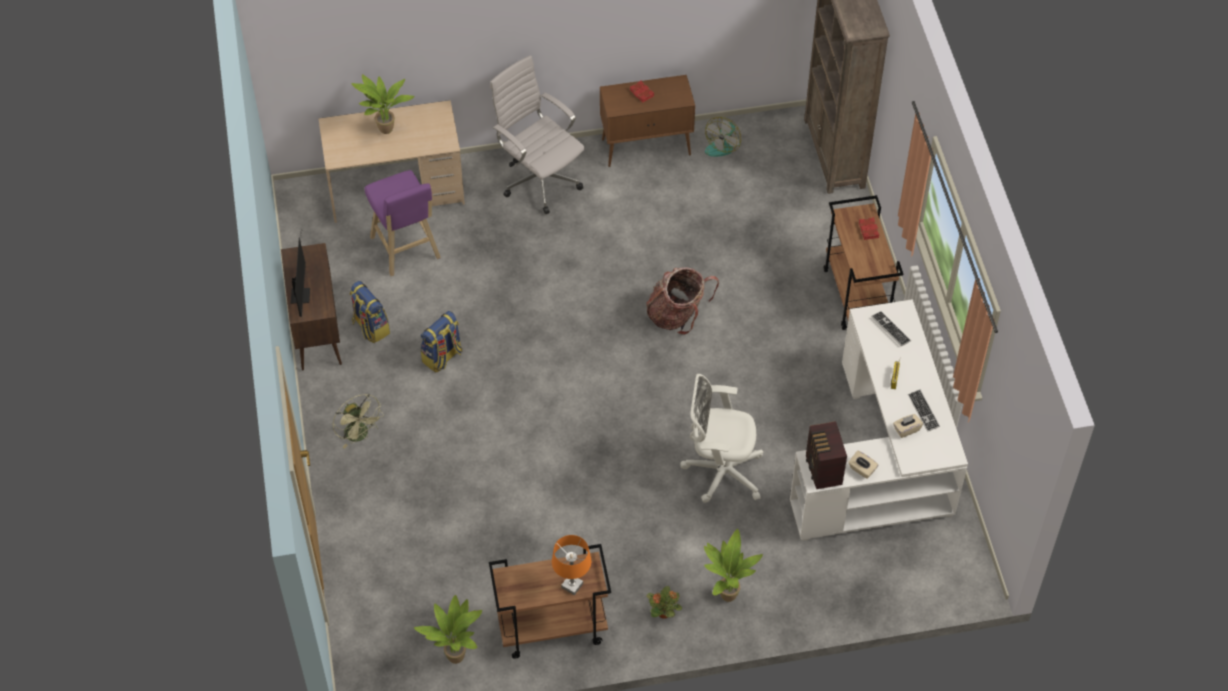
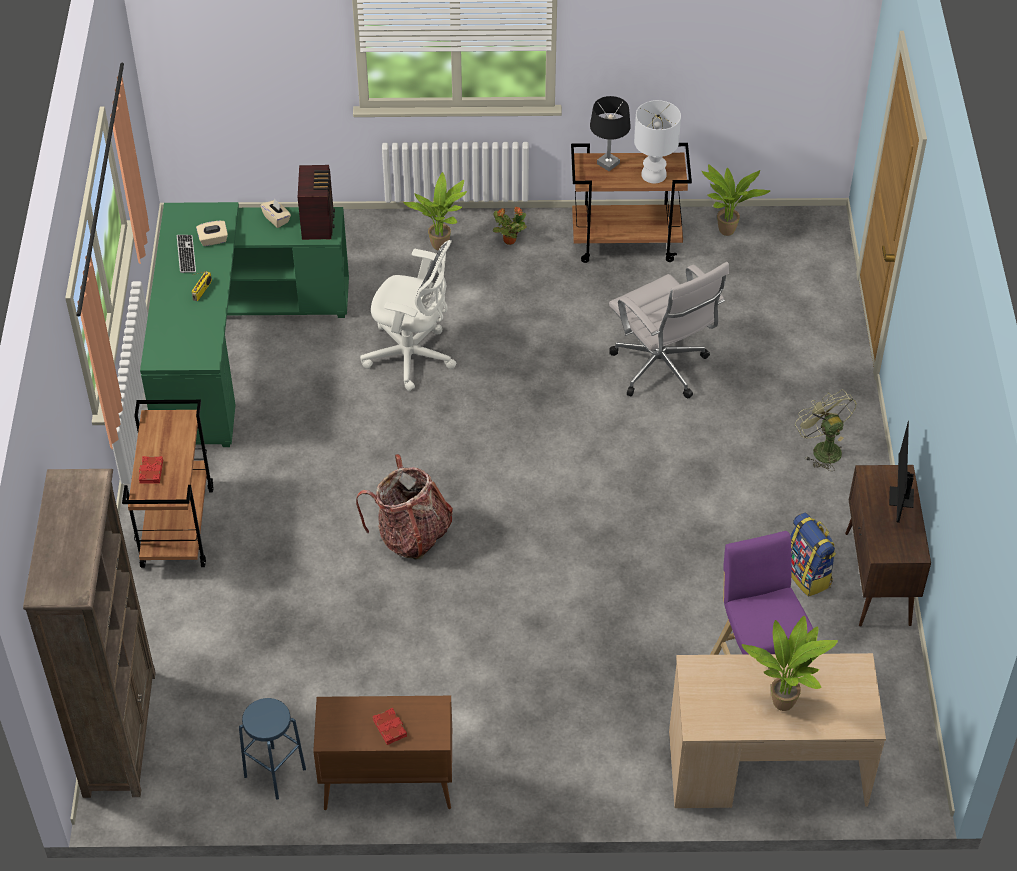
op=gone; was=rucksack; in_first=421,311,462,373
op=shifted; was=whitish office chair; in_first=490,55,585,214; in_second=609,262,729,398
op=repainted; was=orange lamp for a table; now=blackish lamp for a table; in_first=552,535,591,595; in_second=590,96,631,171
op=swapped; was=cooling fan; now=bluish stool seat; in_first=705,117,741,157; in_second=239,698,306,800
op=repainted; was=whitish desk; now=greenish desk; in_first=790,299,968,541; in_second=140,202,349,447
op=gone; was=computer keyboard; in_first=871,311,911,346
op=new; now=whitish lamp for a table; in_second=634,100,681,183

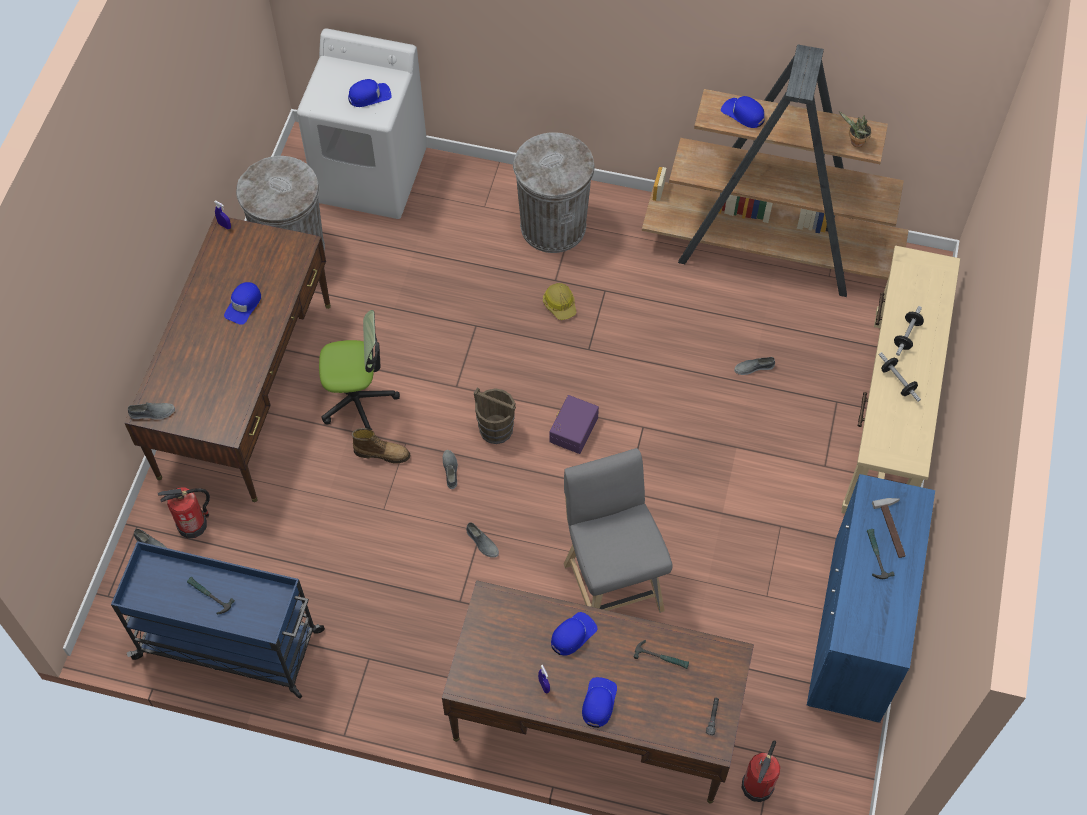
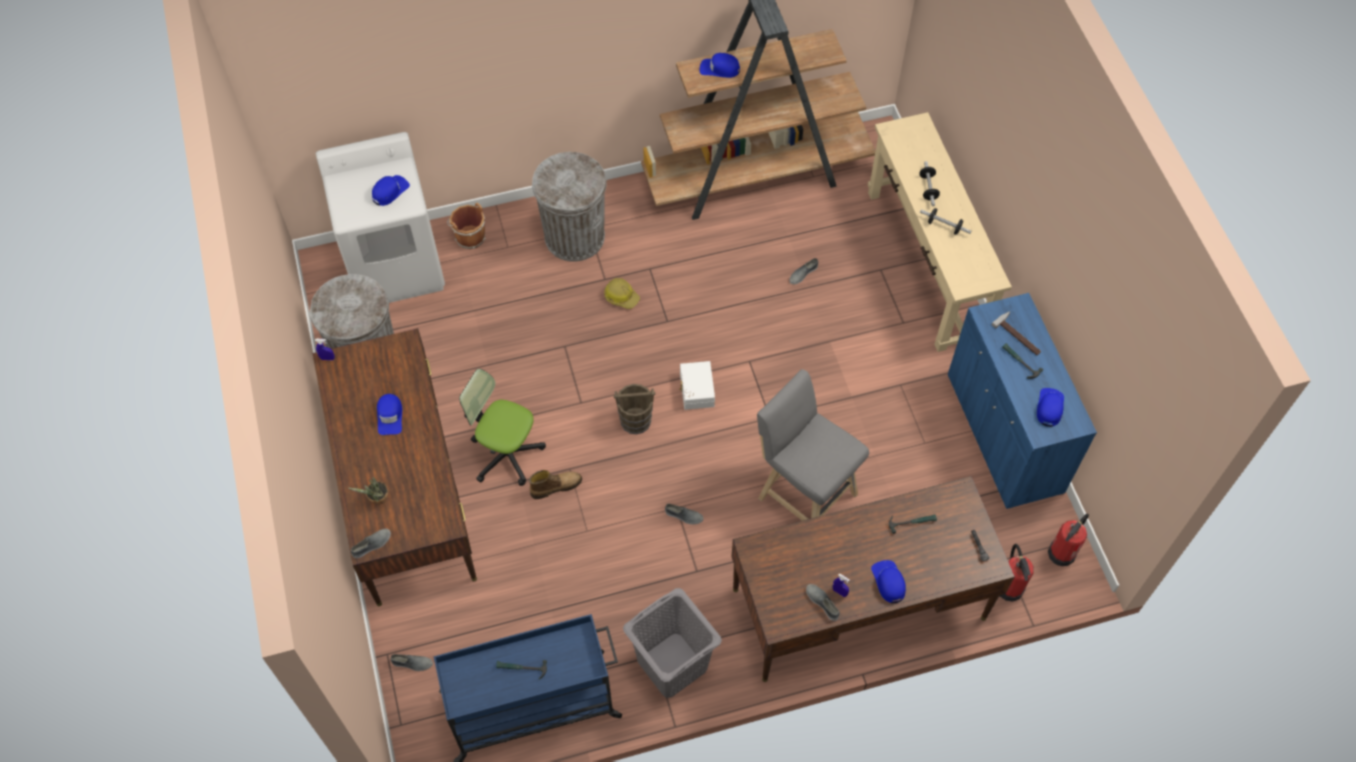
op=shifted; was=extinguisher; in_first=158,487,210,538; in_second=1048,514,1089,566
op=rotated; was=office chair; in_first=319,310,400,430; in_second=459,369,546,486; clockwise=-120
op=shifted; was=greyish item of footwear; in_first=443,450,458,489; in_second=806,584,840,621
op=repainted; was=purple storage bin; now=whitish storage bin; in_first=550,395,599,454; in_second=679,361,715,410
op=shifted; was=bluish baseball cap; in_first=551,612,597,655; in_second=1037,388,1064,427
op=shifted; was=potted plant; in_first=839,111,872,147; in_second=348,477,388,504
op=new; now=brown water bucket; in_second=447,203,486,249
op=new; now=greyish laundry basket; in_second=623,588,722,698

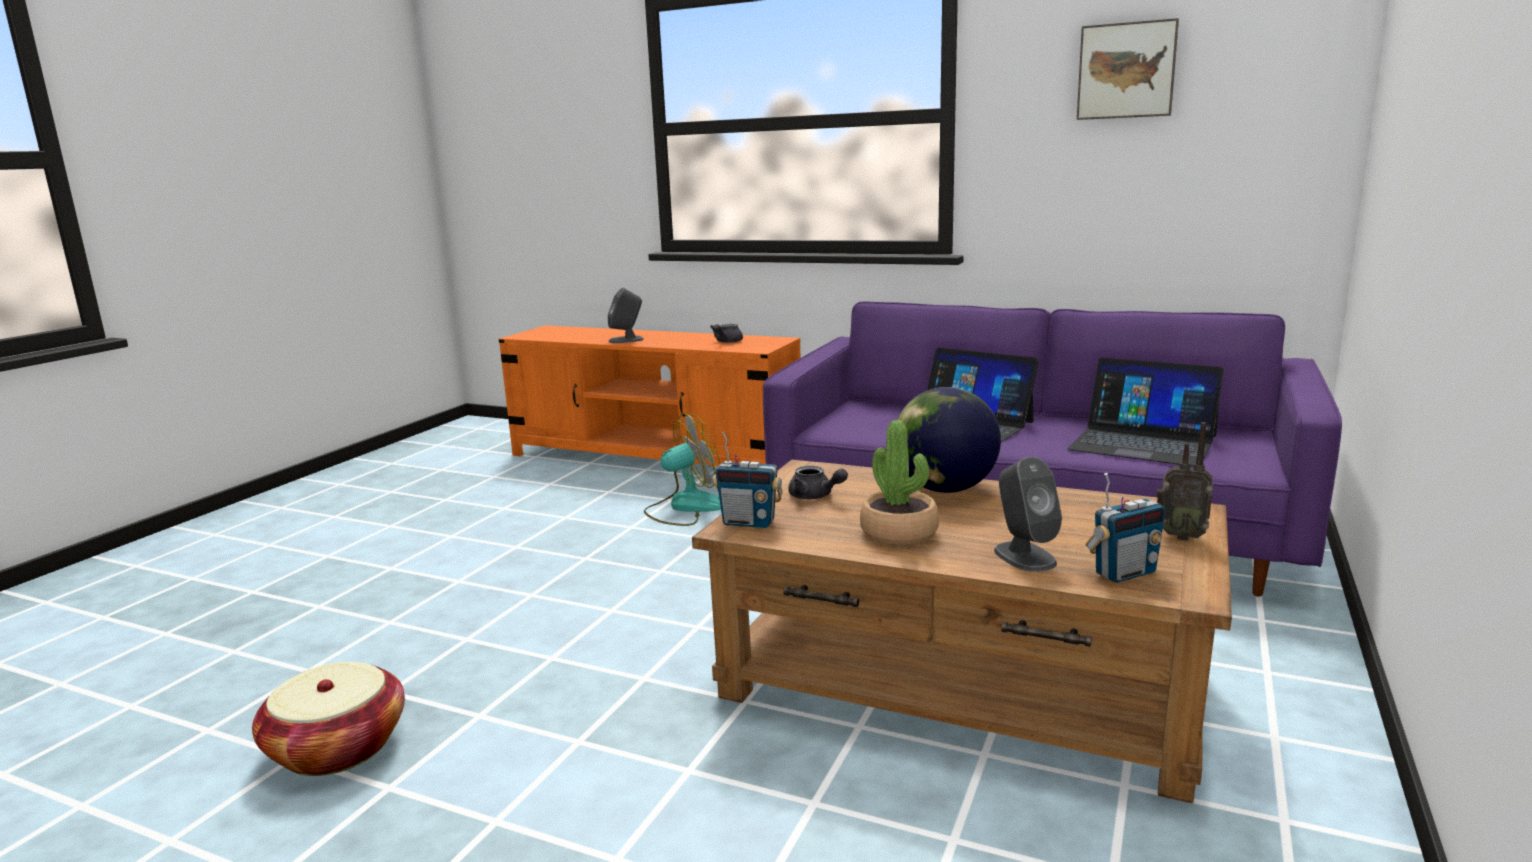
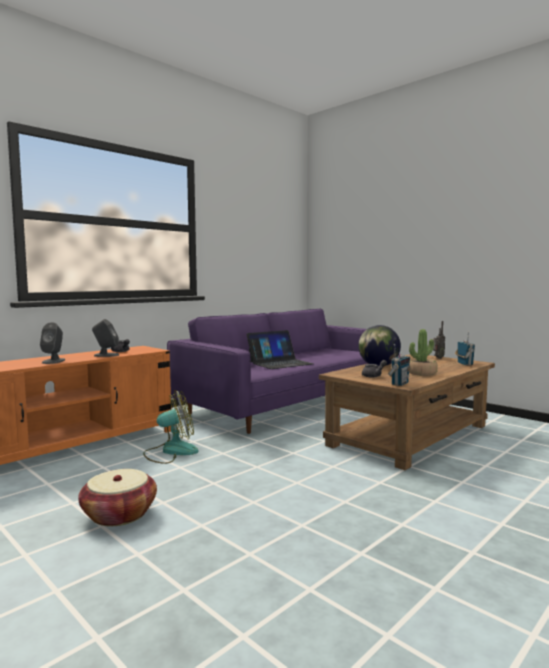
op=shifted; was=storage basket; in_first=252,662,405,776; in_second=78,469,157,526
op=rotated; was=cooling fan; in_first=644,413,721,526; in_second=143,390,199,464; clockwise=75
op=shifted; was=greyish loudspeaker; in_first=994,457,1062,572; in_second=92,319,119,357
op=gone; was=laptop; in_first=1067,358,1224,467
op=gone; was=picture; in_first=1077,18,1179,120

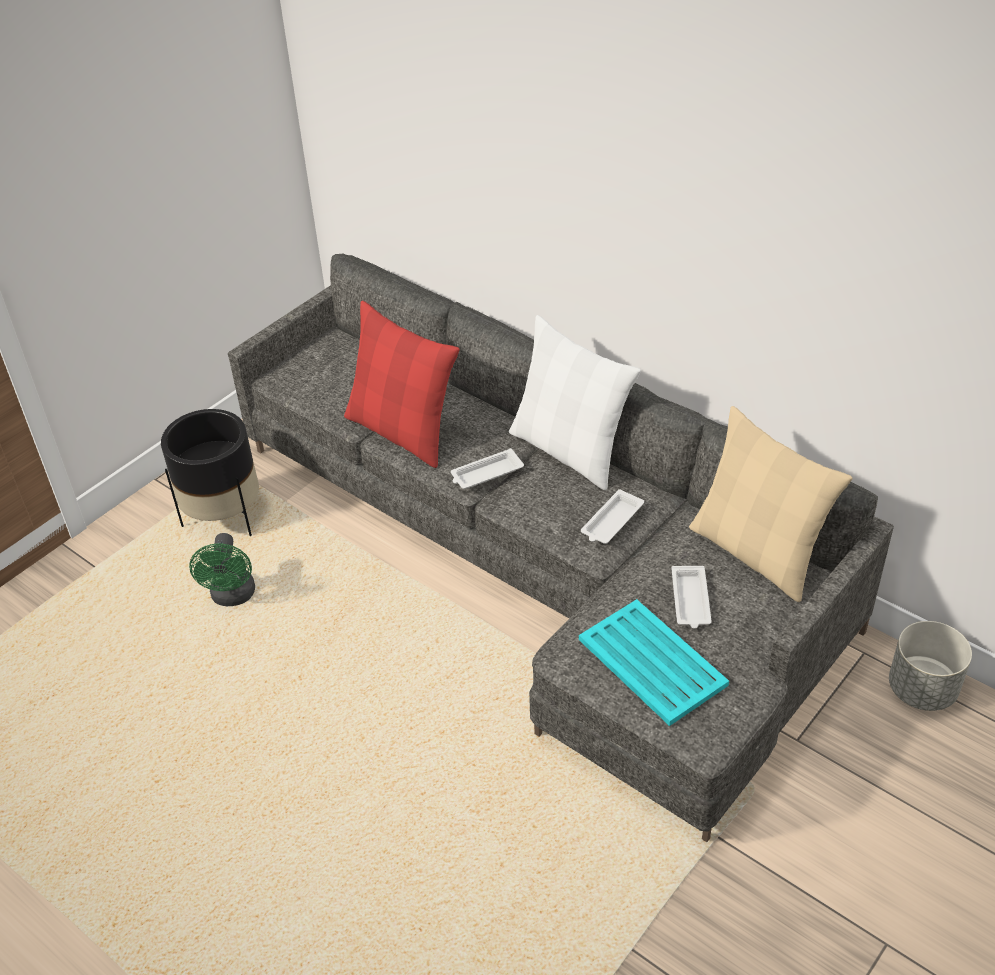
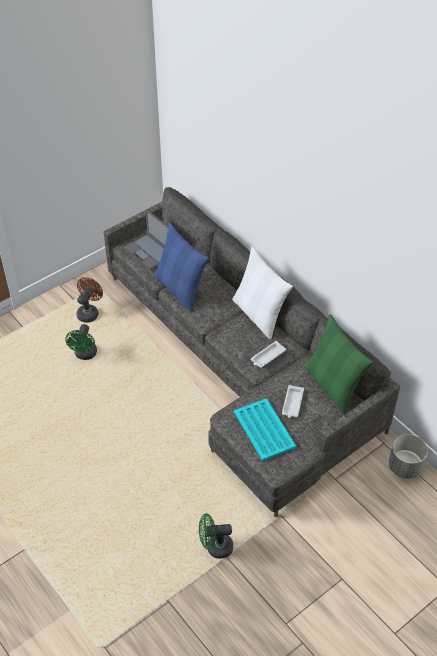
op=swapped; was=blackish flower pot; now=brown cooling fan; in_first=161,409,259,536; in_second=77,277,103,323
op=repainted; was=red-coloured cushion; now=bluish cushion; in_first=344,301,460,468; in_second=154,223,210,312
op=gone; was=whitish tray; in_first=451,448,524,489
op=repainted; was=sand-coloured cushion; now=greenish cushion; in_first=689,406,853,602; in_second=305,314,373,415
op=new; now=laptop; in_second=124,209,168,270
op=new; now=greenish cooling fan; in_second=199,514,233,559

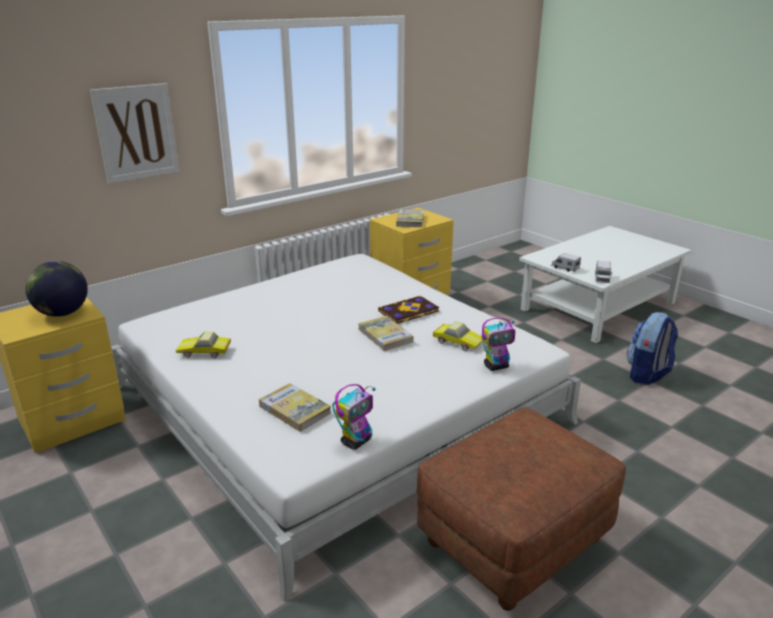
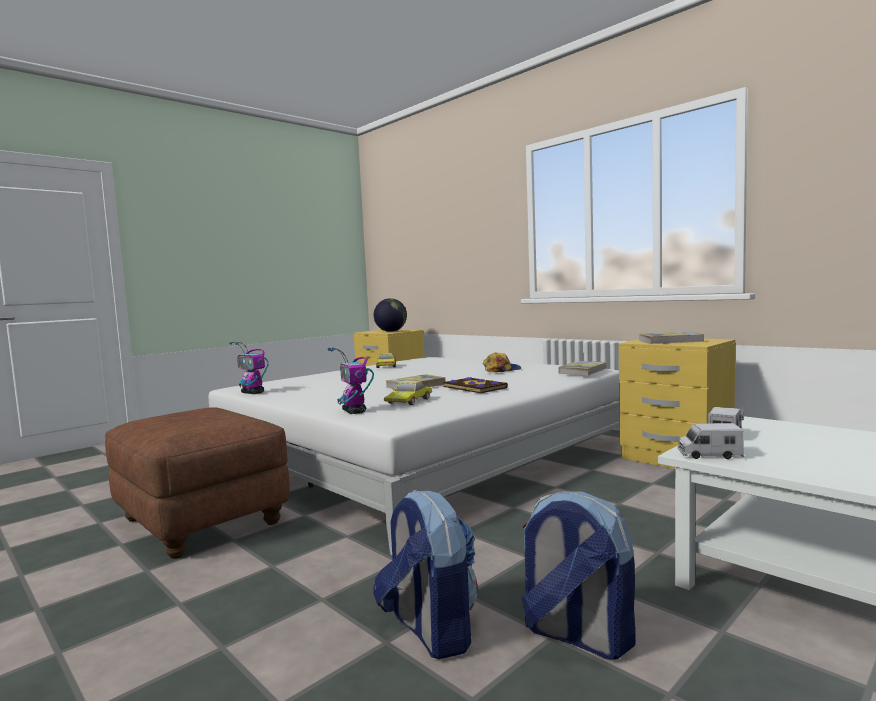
op=gone; was=picture; in_first=90,83,180,184
op=shifted; was=volume; in_first=259,383,331,432; in_second=558,361,607,375
op=new; now=rucksack; in_second=373,490,477,659
op=new; now=baseball cap; in_second=483,353,521,372

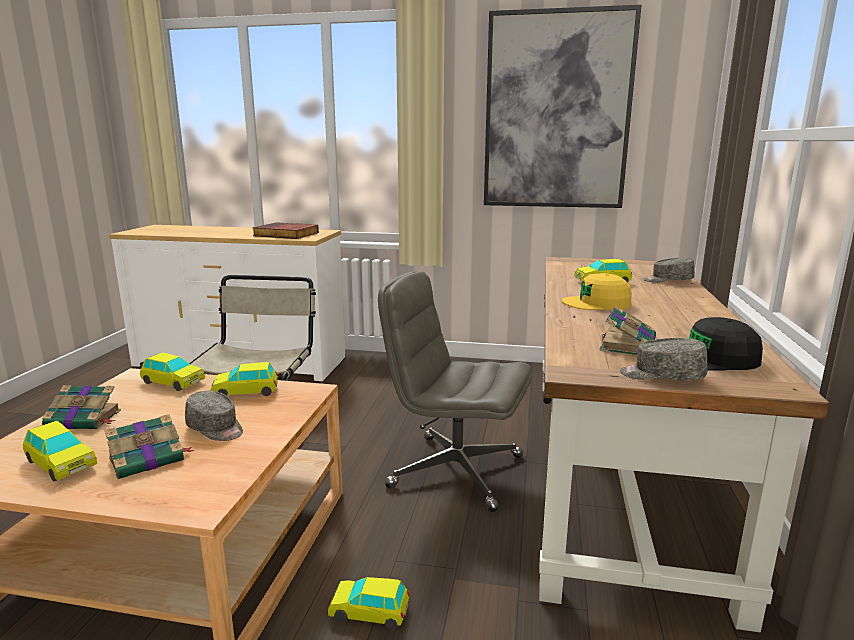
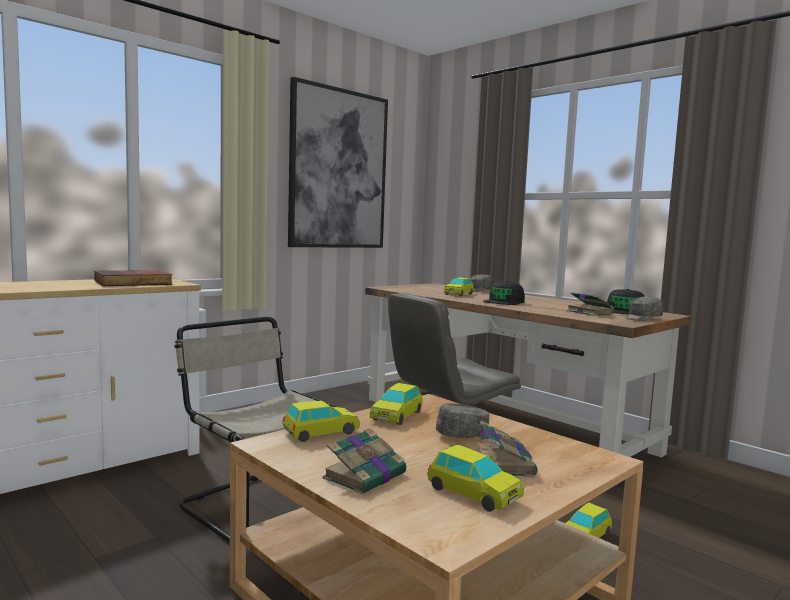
op=rotated; was=miniature car; in_first=23,421,97,481; in_second=427,445,524,512; clockwise=60
op=repainted; was=yellowish baseball cap; now=blackish baseball cap; in_first=562,273,632,310; in_second=483,281,525,305

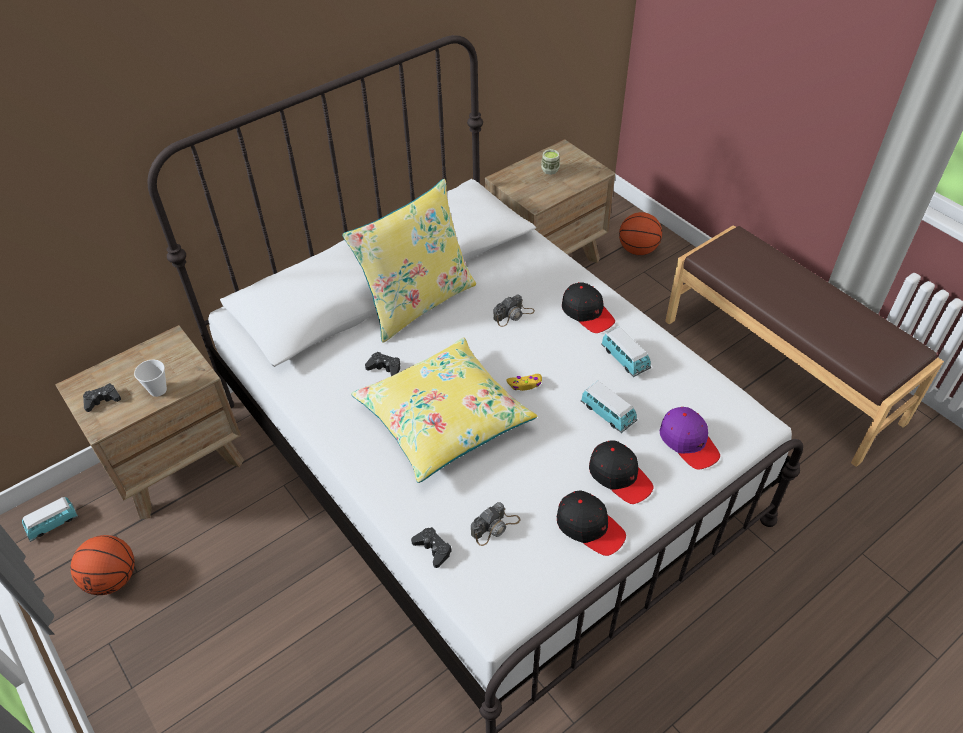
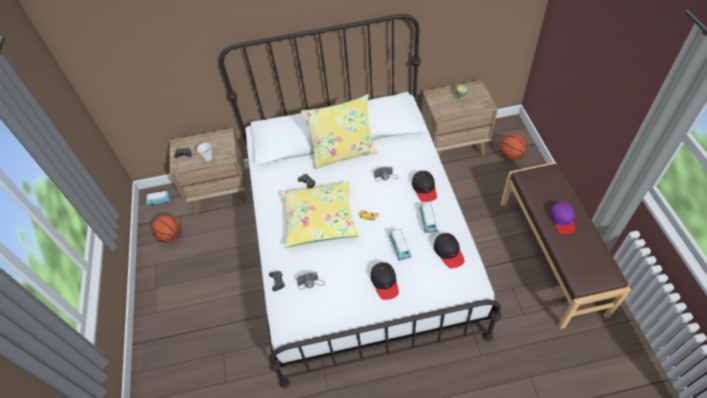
op=shifted; was=blackish baseball cap; in_first=557,490,626,556; in_second=434,233,465,268
op=shifted; was=purple baseball cap; in_first=660,407,720,469; in_second=550,202,576,234

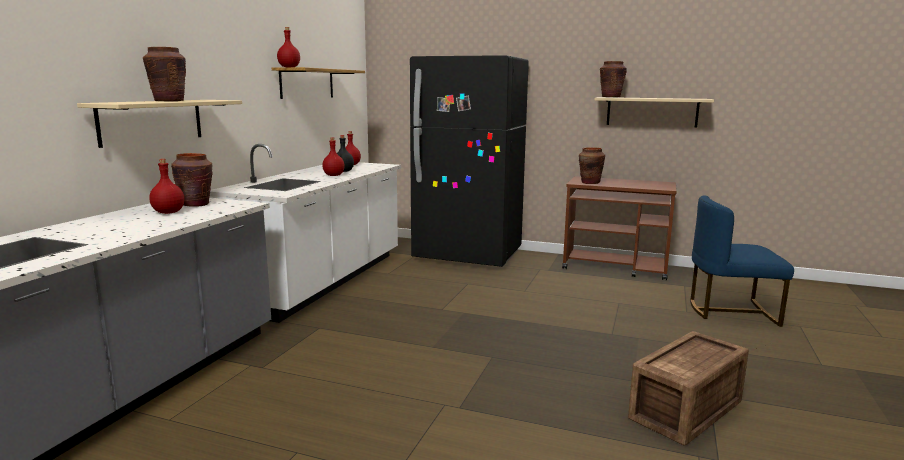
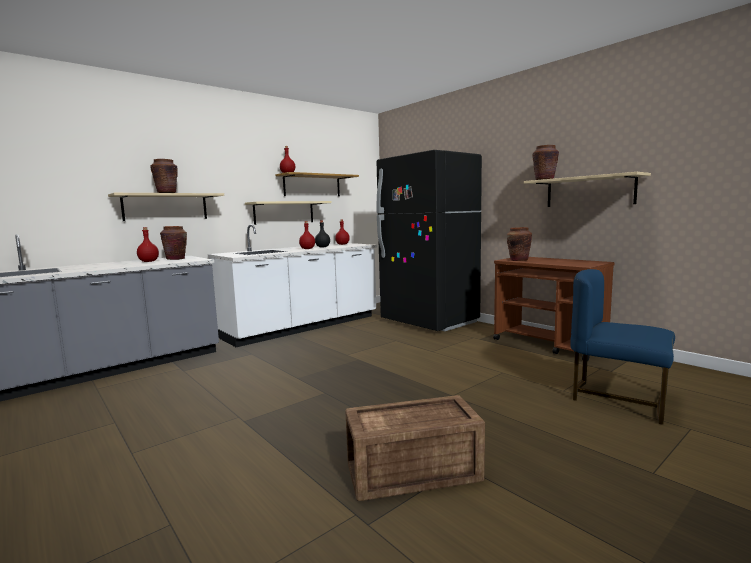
op=new; now=sand-coloured wall shelf; in_second=245,201,332,225

